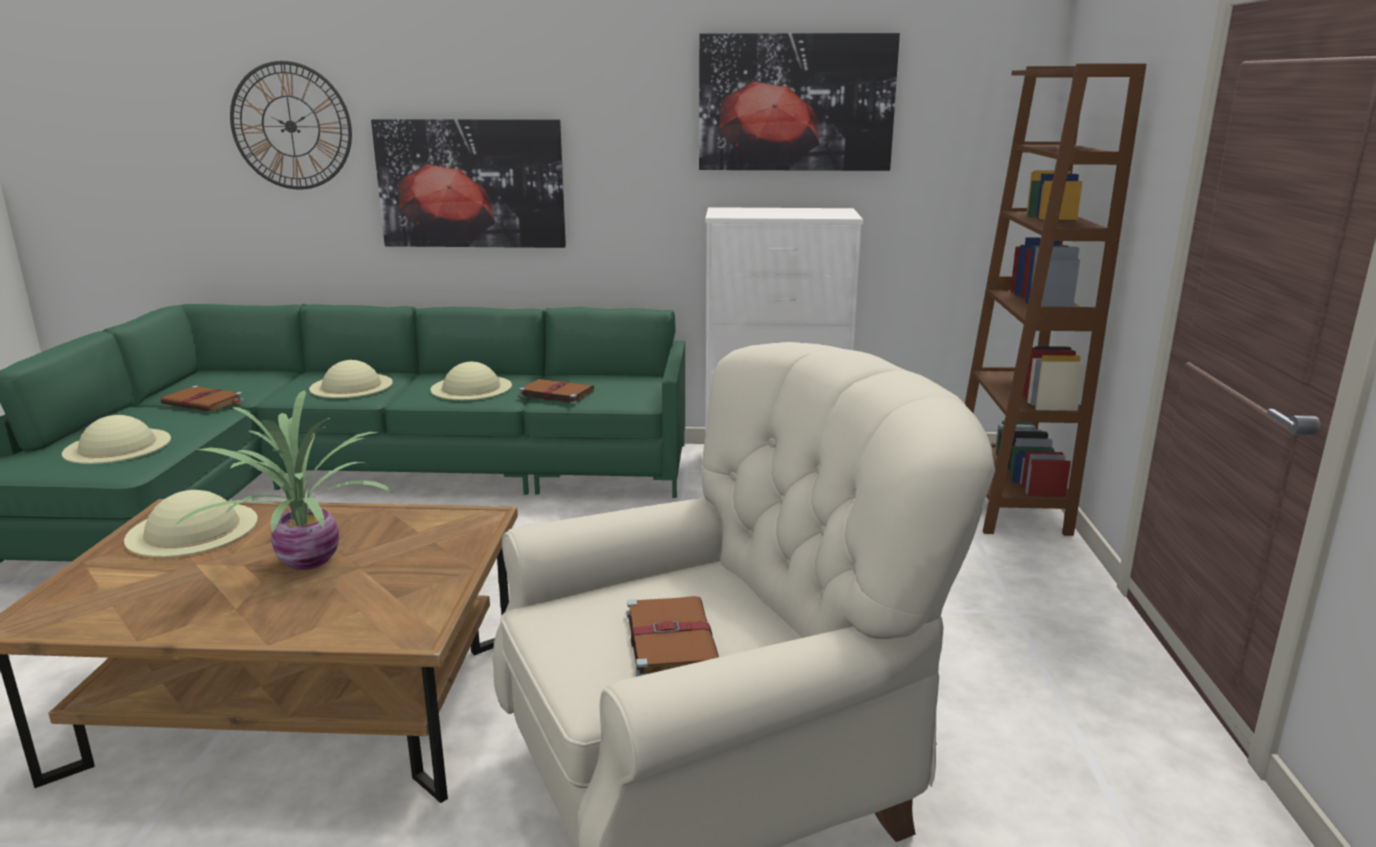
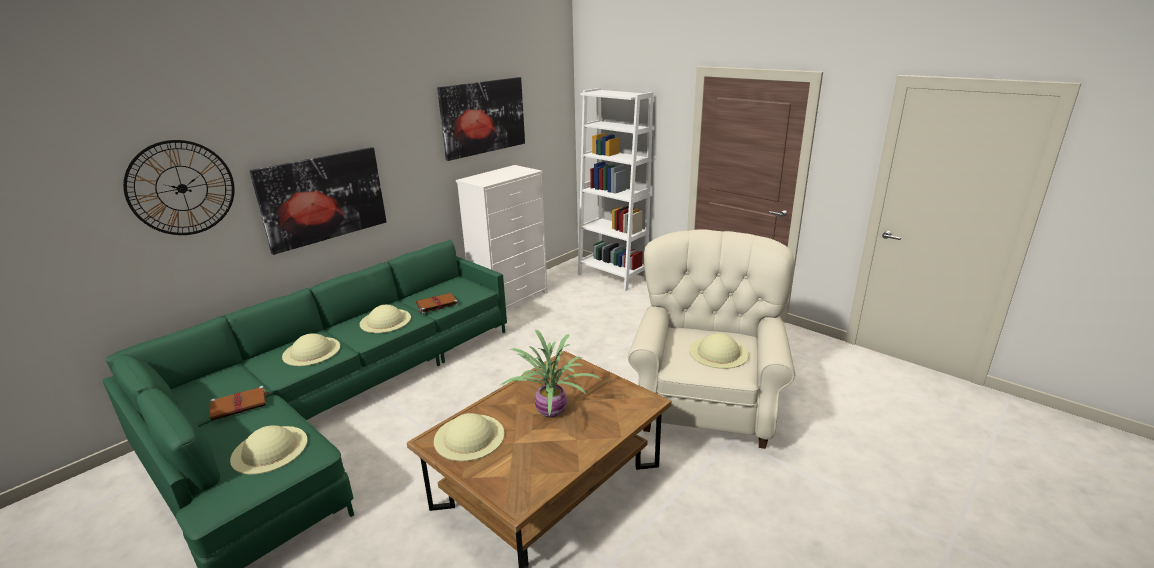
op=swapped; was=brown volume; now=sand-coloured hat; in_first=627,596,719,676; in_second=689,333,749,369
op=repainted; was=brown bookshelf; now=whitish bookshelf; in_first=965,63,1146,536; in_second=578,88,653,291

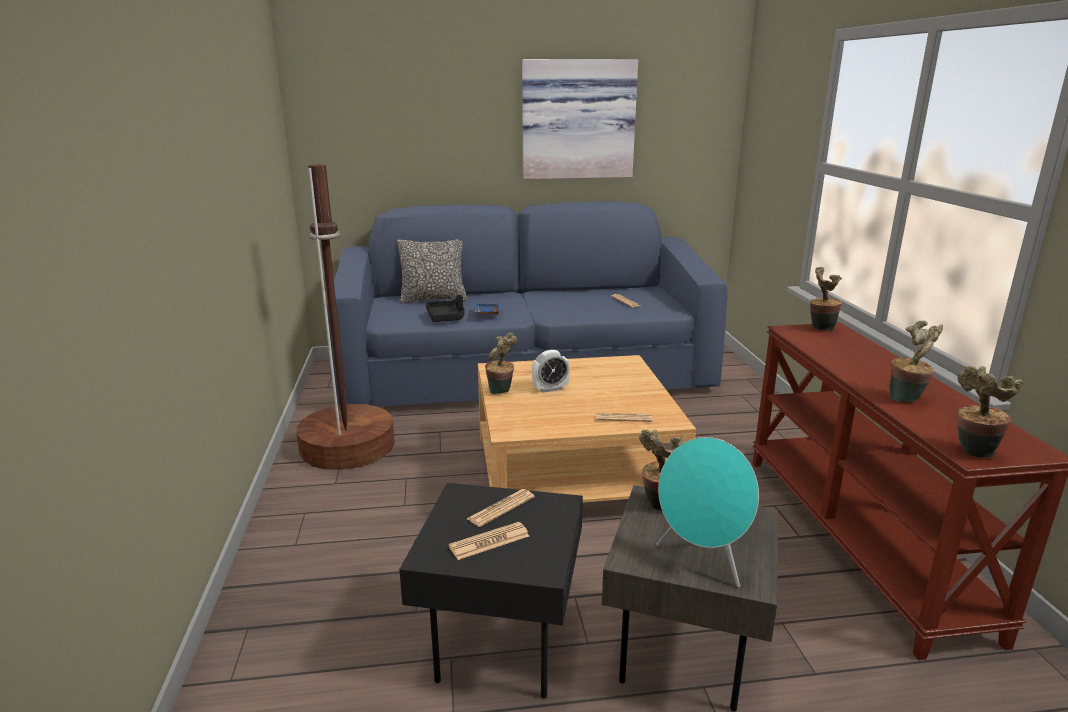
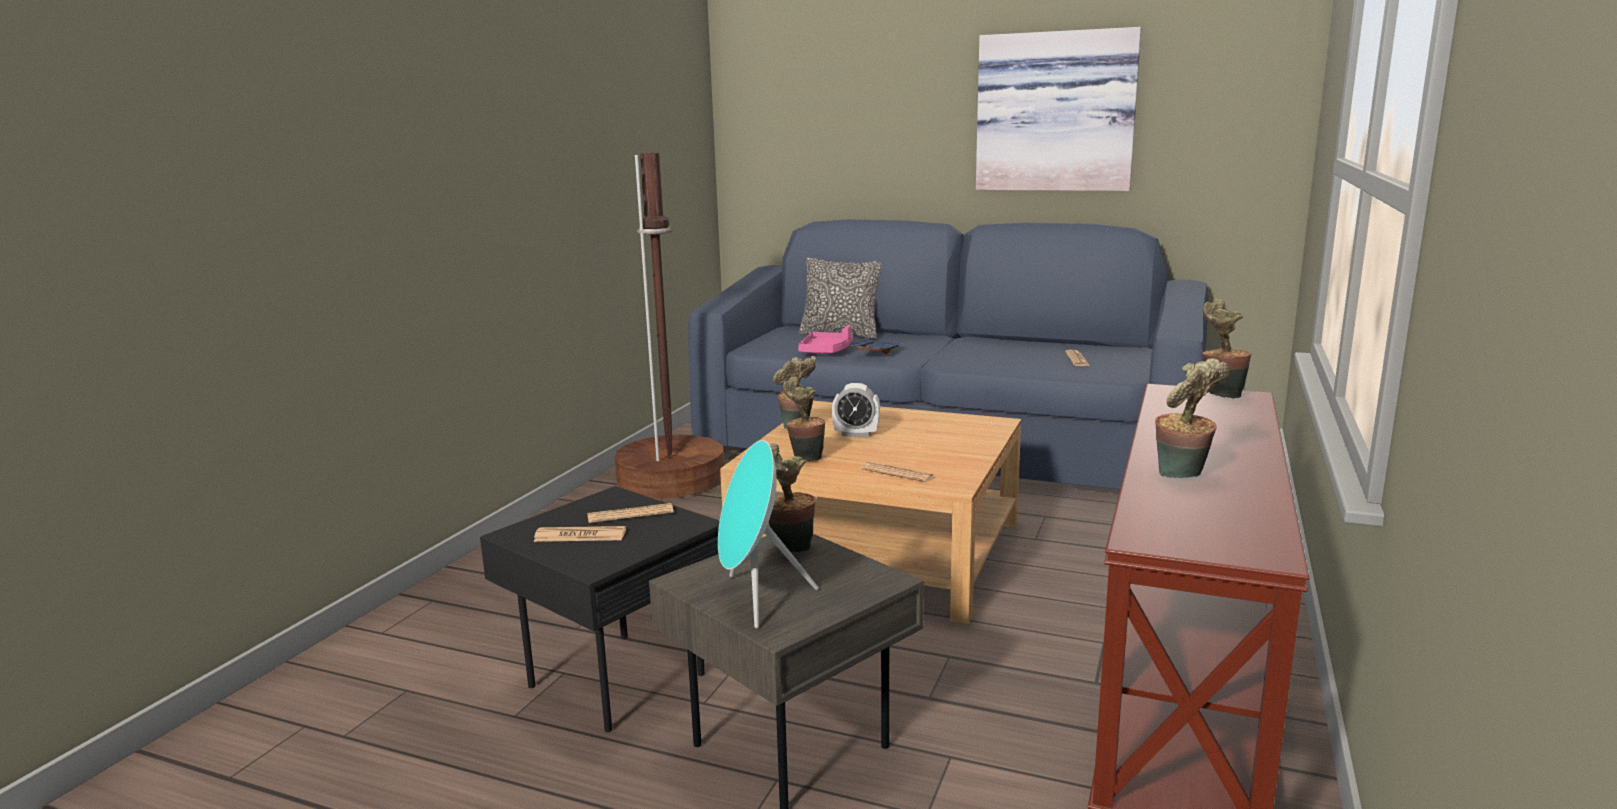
op=repainted; was=blackish tray; now=pinkish tray; in_first=426,295,465,322; in_second=798,325,853,354
op=shifted; was=potted plant; in_first=957,366,1024,458; in_second=783,377,825,461

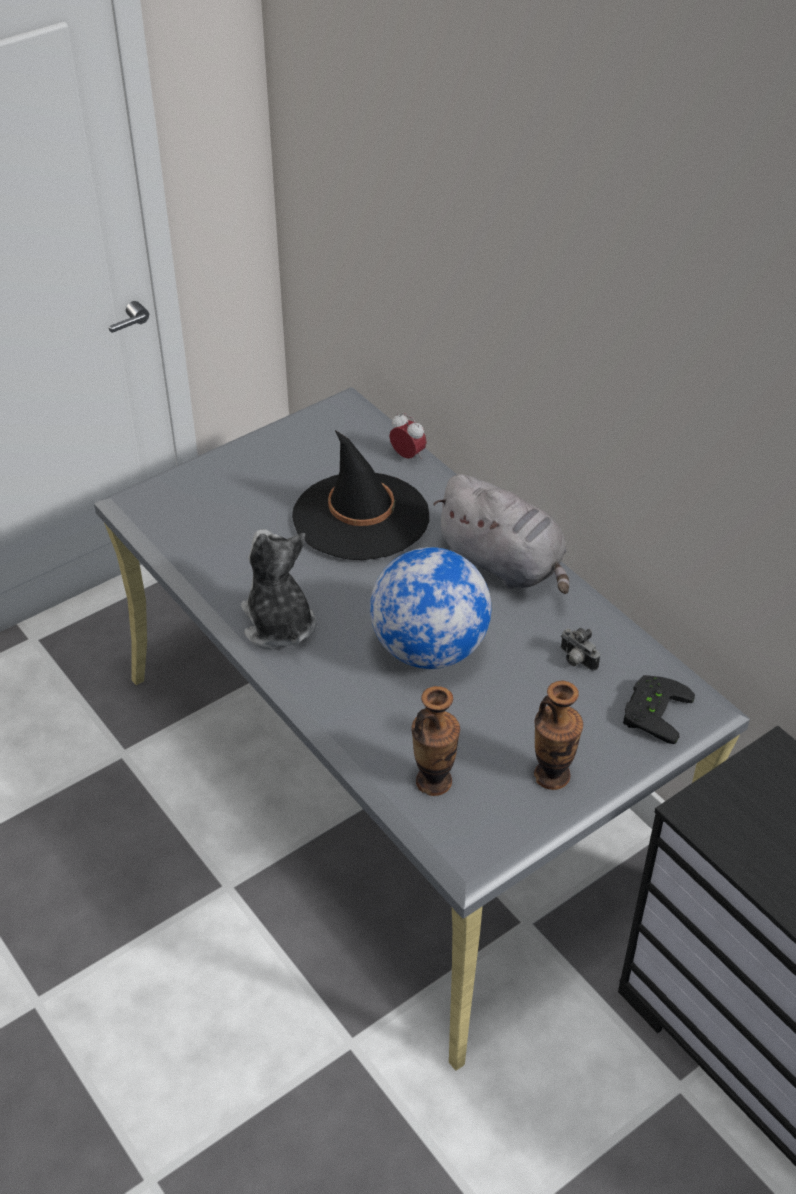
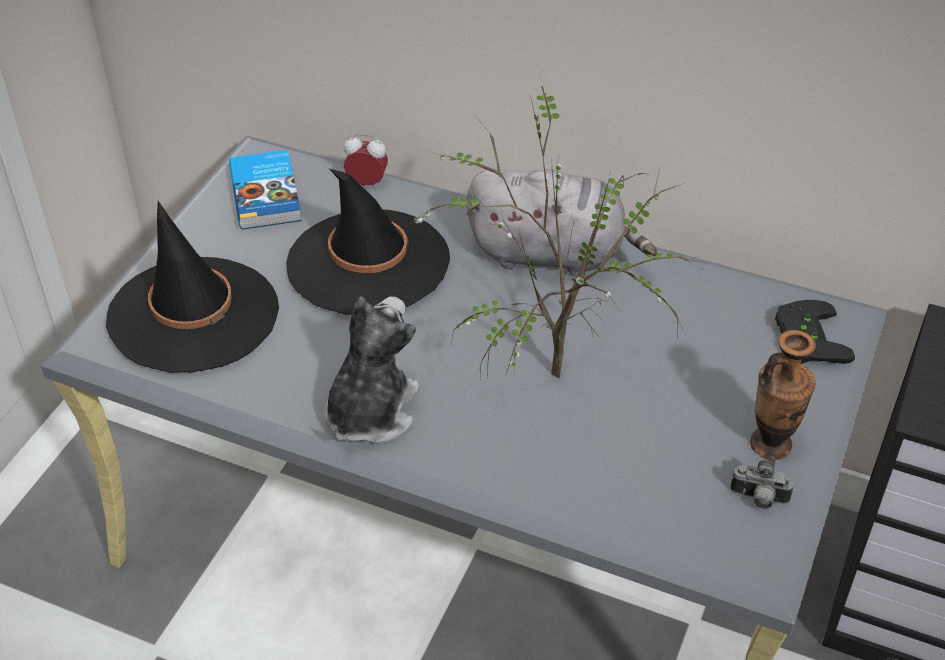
op=rotated; was=cuddly toy; in_first=241,529,316,650; in_second=324,296,419,444; clockwise=75
op=swapped; was=world globe; now=potted plant; in_first=370,547,491,669; in_second=407,86,706,381
op=gone; was=decorative vase; in_first=411,686,460,796
op=shifted; was=still camera; in_first=561,628,600,671; in_second=730,457,794,509
op=new; now=blackish hat; in_second=106,201,279,373
op=new; now=volume; in_second=229,150,302,230

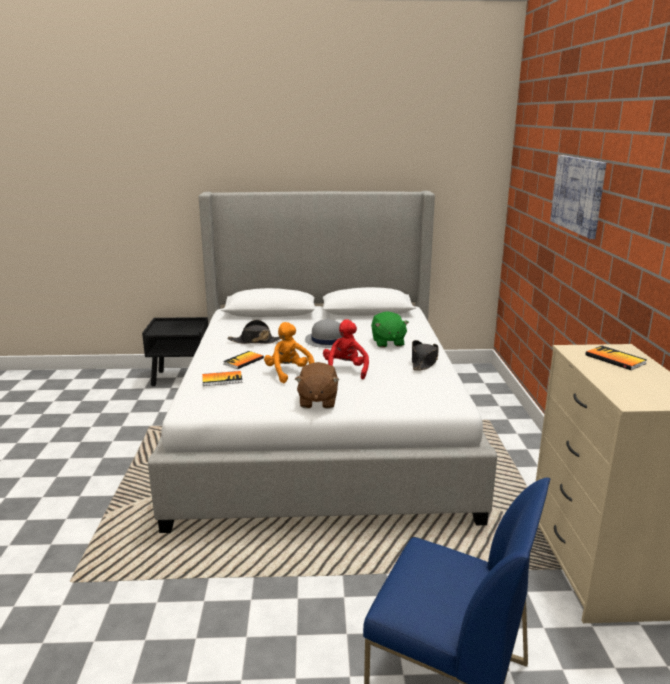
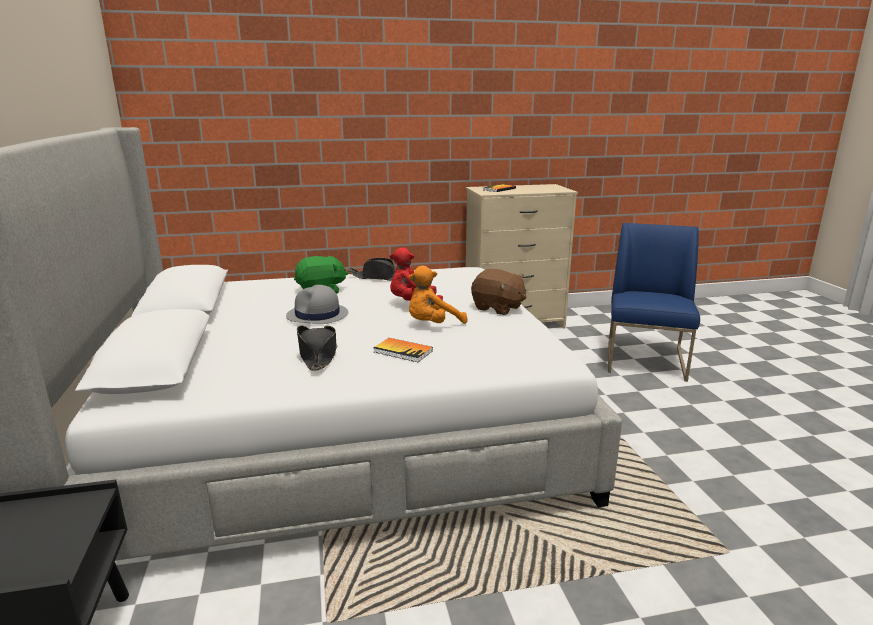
op=gone; was=volume; in_first=202,371,243,386
op=rotated; was=brown cuddly toy; in_first=295,362,339,409; in_second=471,269,527,315; clockwise=45
op=gone; was=picture; in_first=550,155,606,239

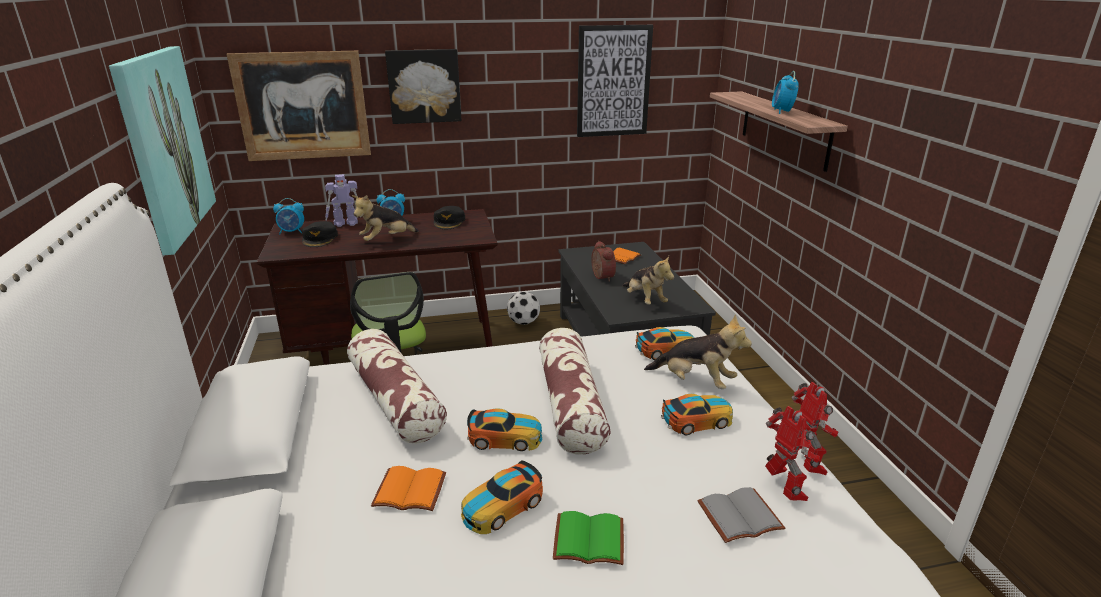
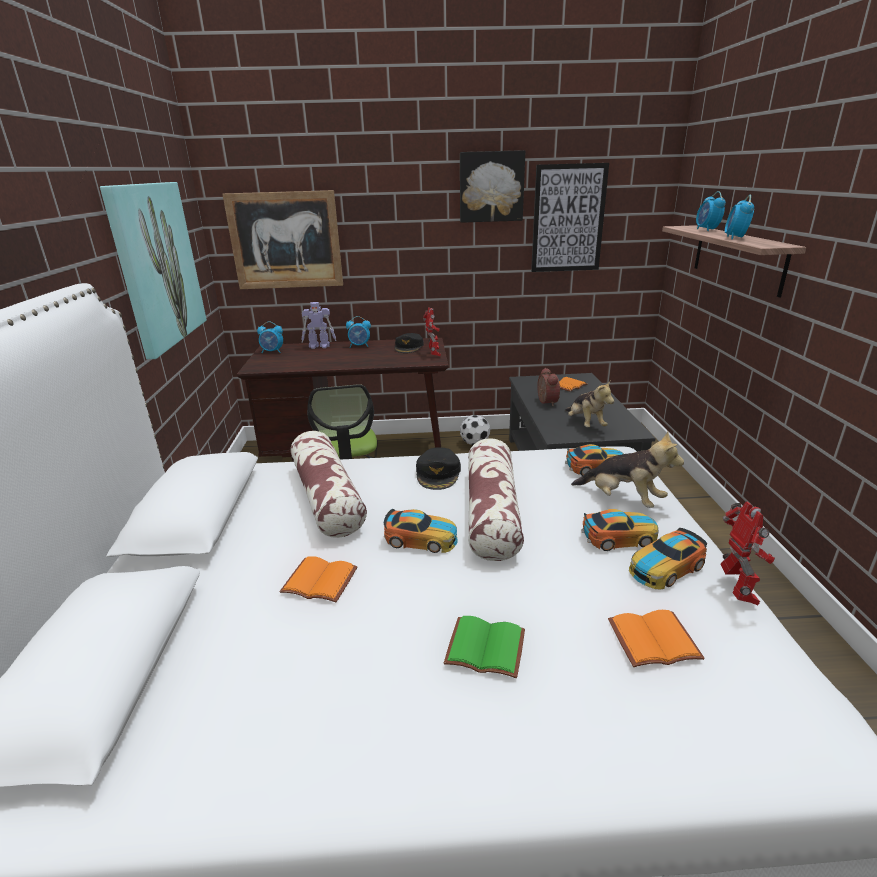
op=shifted; was=blackish baseball cap; in_first=302,221,338,247; in_second=416,447,461,490
op=gone; was=cuddly toy; in_first=352,195,419,241
op=shifted; was=picture; in_first=385,49,462,124; in_second=460,150,525,223
op=shifted; was=miniature car; in_first=461,460,543,534; in_second=629,528,707,589
op=repainted; was=greyish volume; now=orange volume; in_first=698,487,785,543; in_second=608,610,705,667
op=shifted; was=toy robot; in_first=765,406,820,501; in_second=423,307,441,356
op=new; now=alarm clock; in_second=696,191,726,231

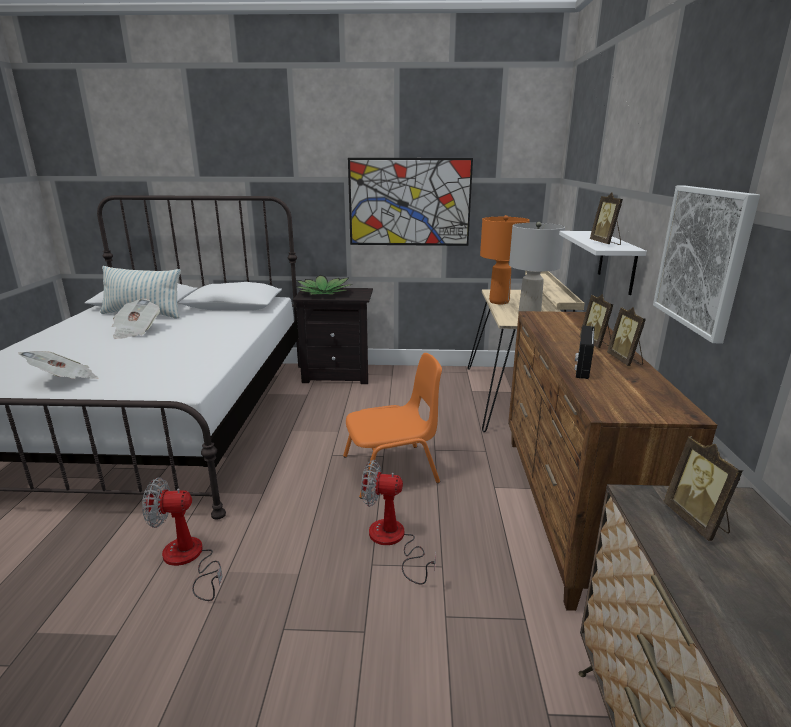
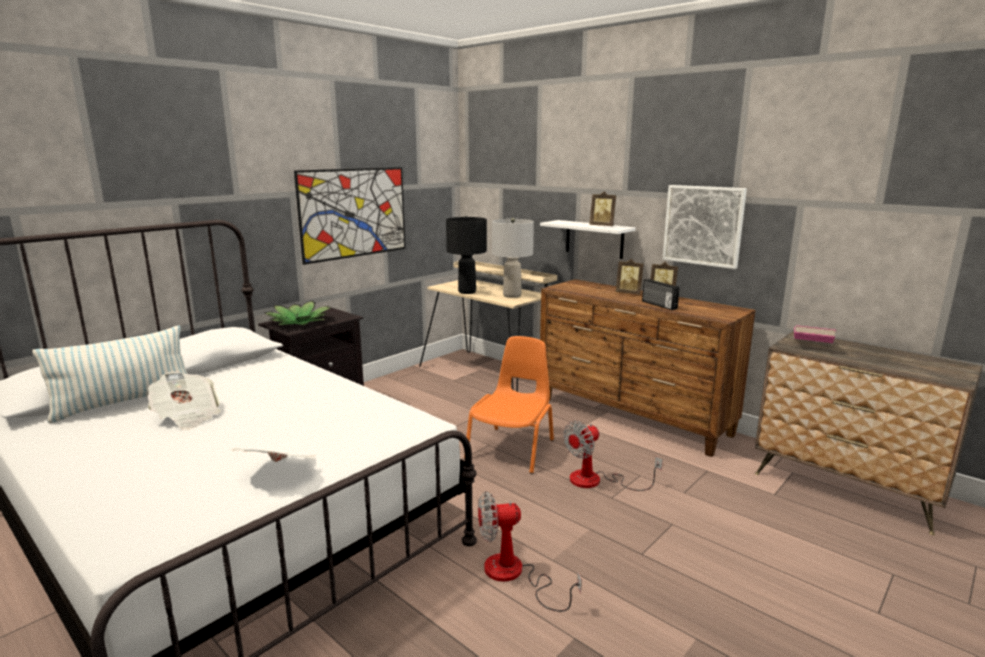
op=rotated; was=cooling fan; in_first=142,477,223,601; in_second=478,491,582,612; clockwise=45
op=repainted; was=orange lamp for a table; now=blackish lamp for a table; in_first=480,215,530,304; in_second=446,216,487,294
op=swapped; was=photo frame; now=pinkish volume; in_first=663,436,743,541; in_second=794,325,836,343

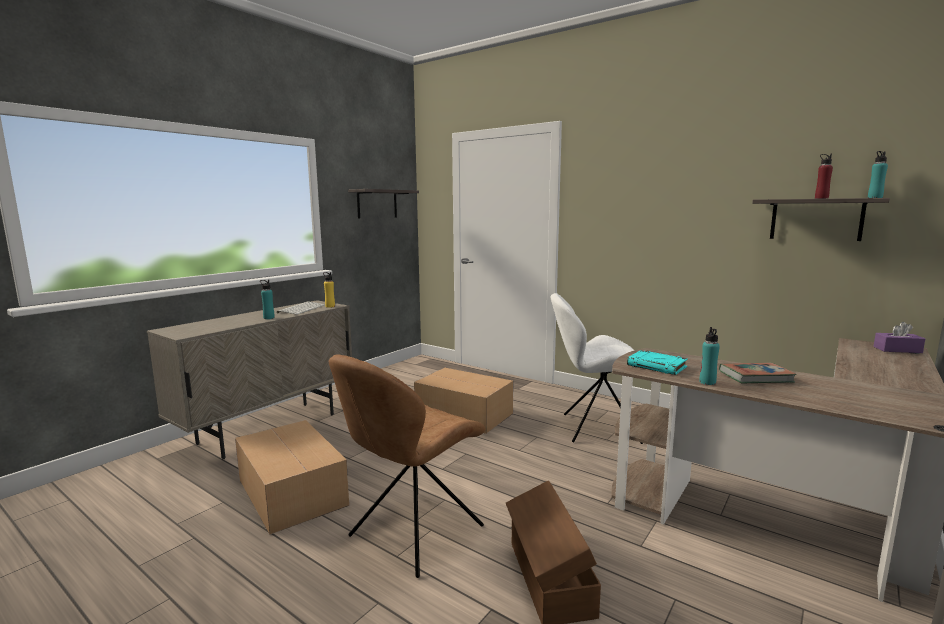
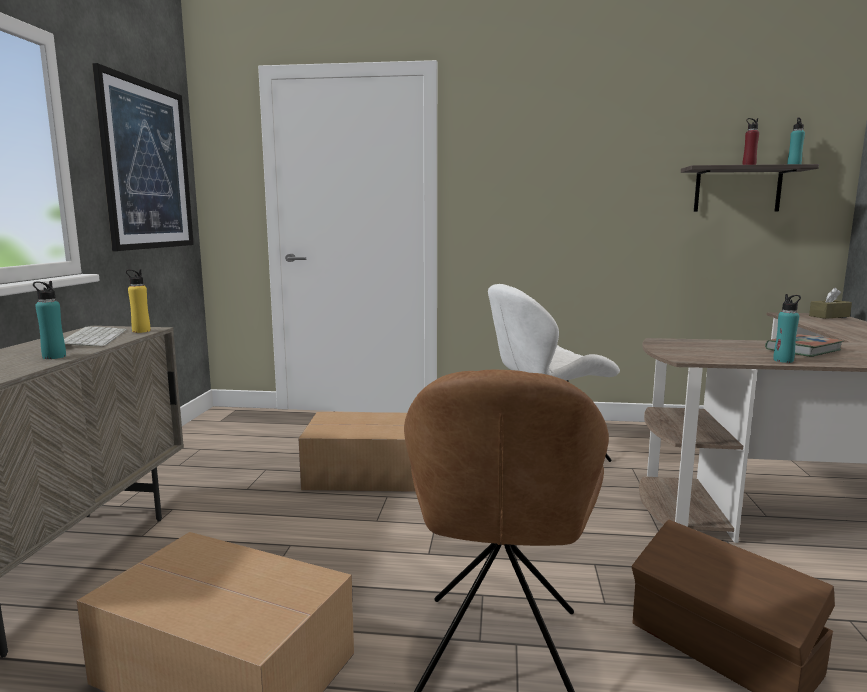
op=swapped; was=wall shelf; now=picture; in_first=348,189,419,219; in_second=92,63,194,251
op=gone; was=turquoise volume; in_first=627,350,688,375
op=repainted; was=purple tissue holder; now=brown tissue holder; in_first=873,322,925,353; in_second=809,288,852,319

